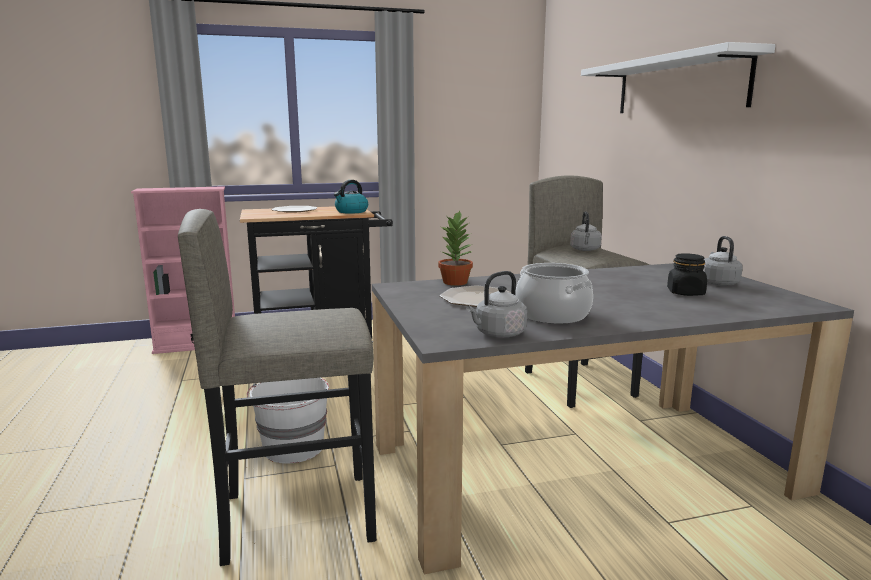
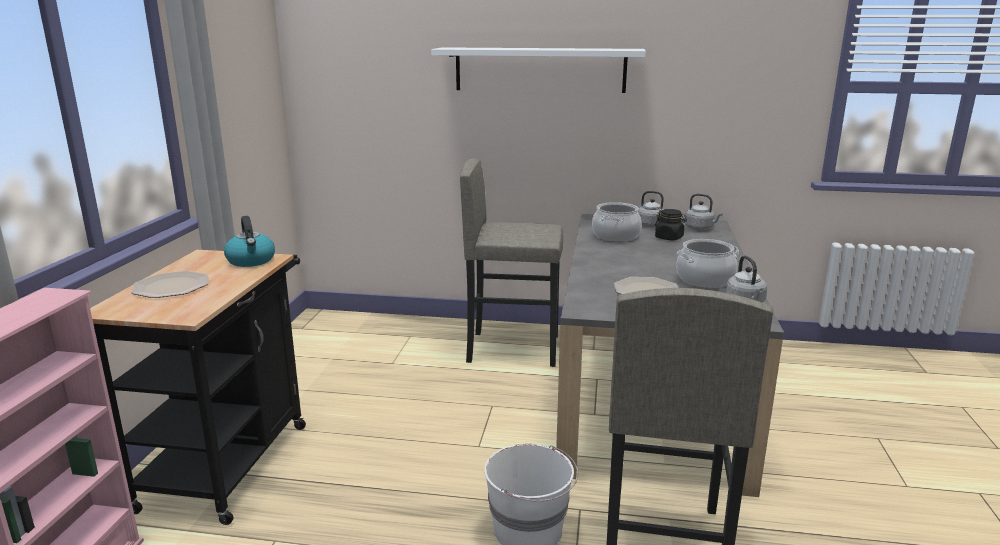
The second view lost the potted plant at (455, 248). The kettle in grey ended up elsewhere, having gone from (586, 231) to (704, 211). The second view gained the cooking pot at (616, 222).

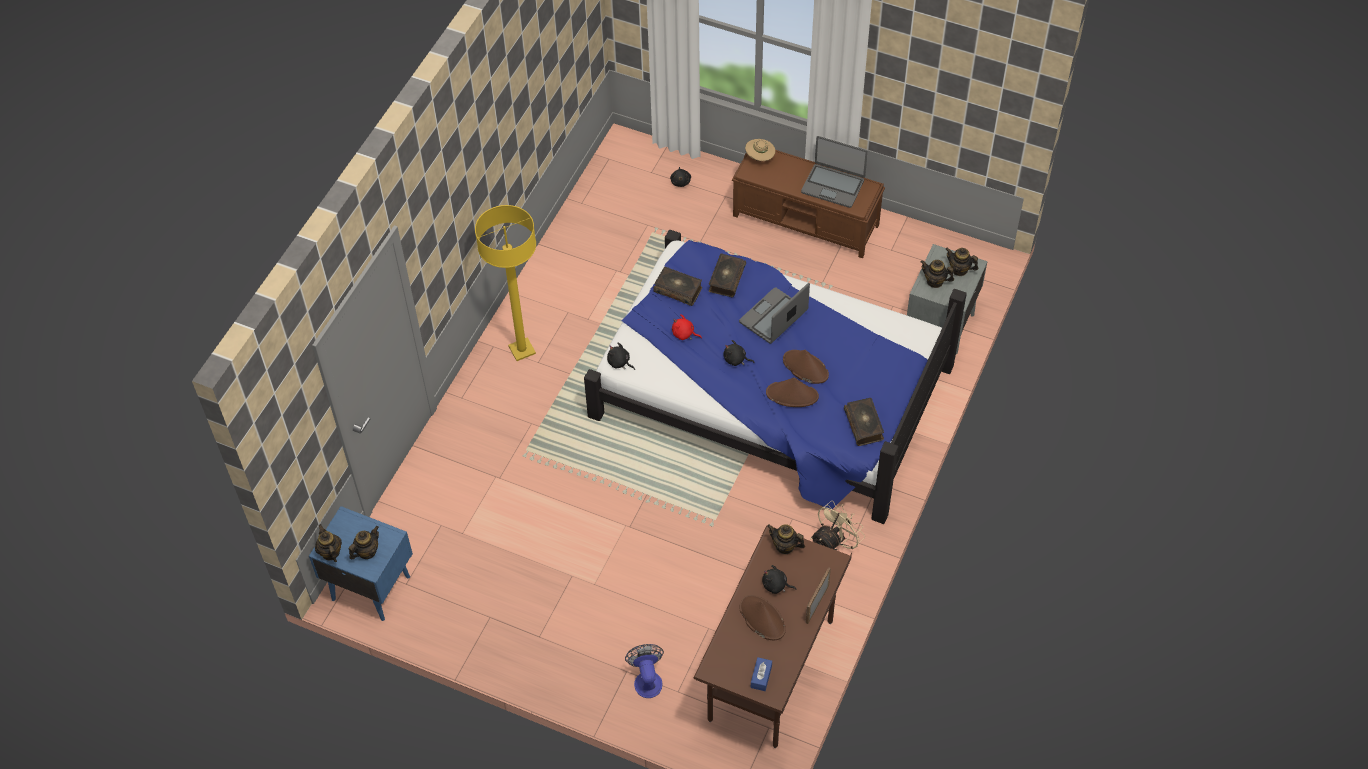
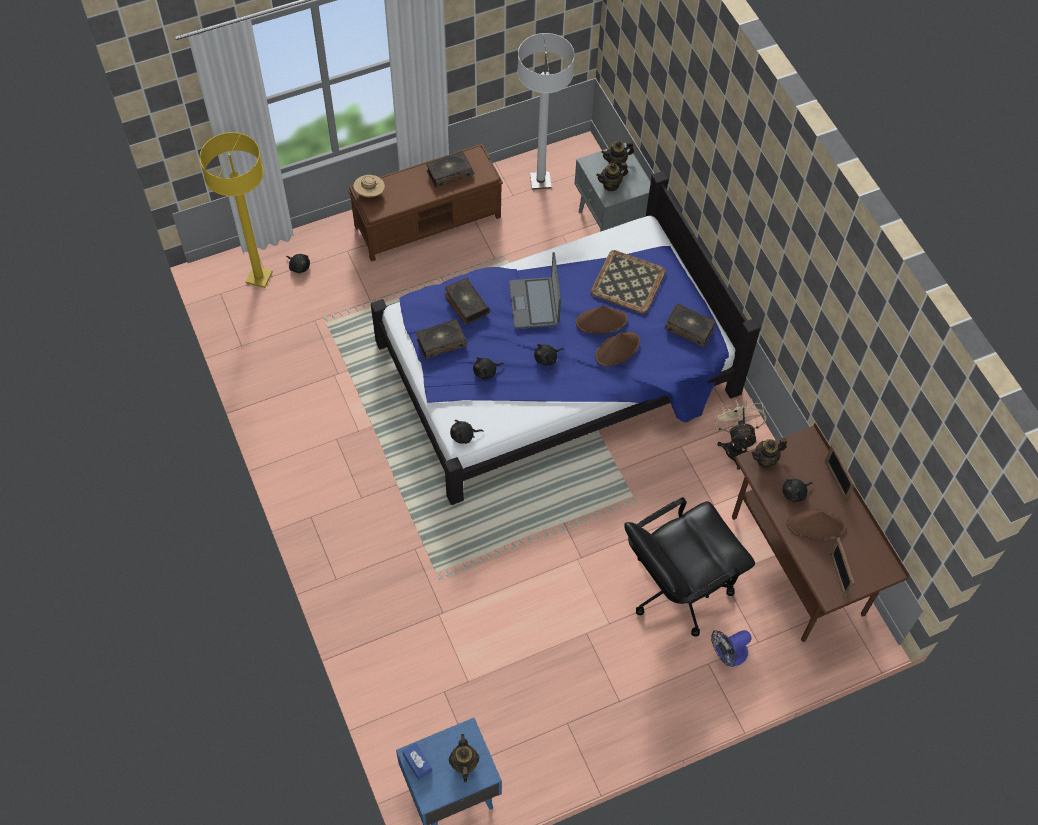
Where the laptop stood at (834, 172), the book came to stand at (449, 169). The floor lamp in yellow ended up elsewhere, having gone from (505, 283) to (236, 210). What was the plush toy in red at (687, 327) turned into the plush toy in black at (488, 368). The second view lost the teapot at (328, 543). The fan at (644, 671) ended up facing another way, 60 degrees counterclockwise from before. The tissue box in blue ended up elsewhere, having gone from (761, 674) to (417, 761). The second view gained the floor lamp in white at (546, 111). The second view gained the tray at (628, 282). The second view gained the office chair in black at (689, 567). The second view gained the picture frame at (842, 567).

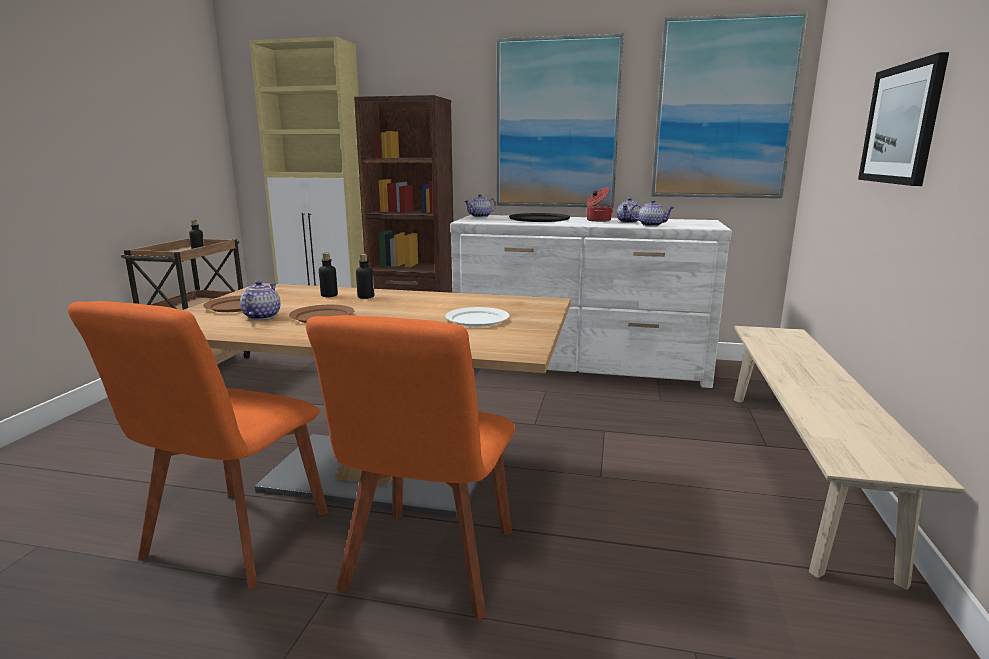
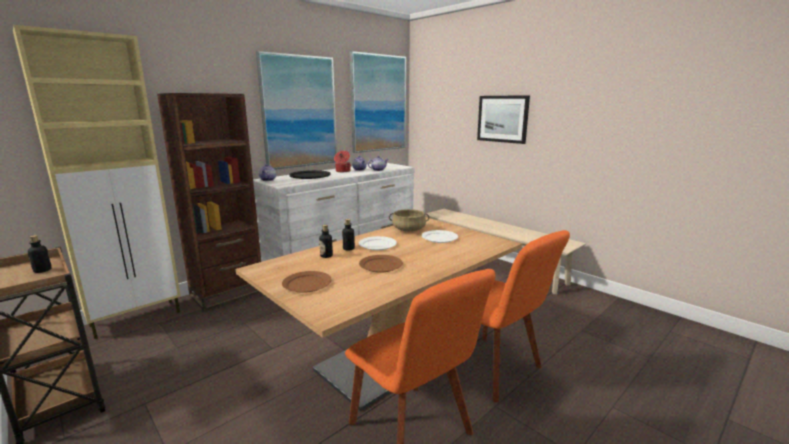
The second view lost the teapot at (260, 300). The second view gained the cooking pot in beige at (409, 220). The second view gained the plate in white at (378, 243).

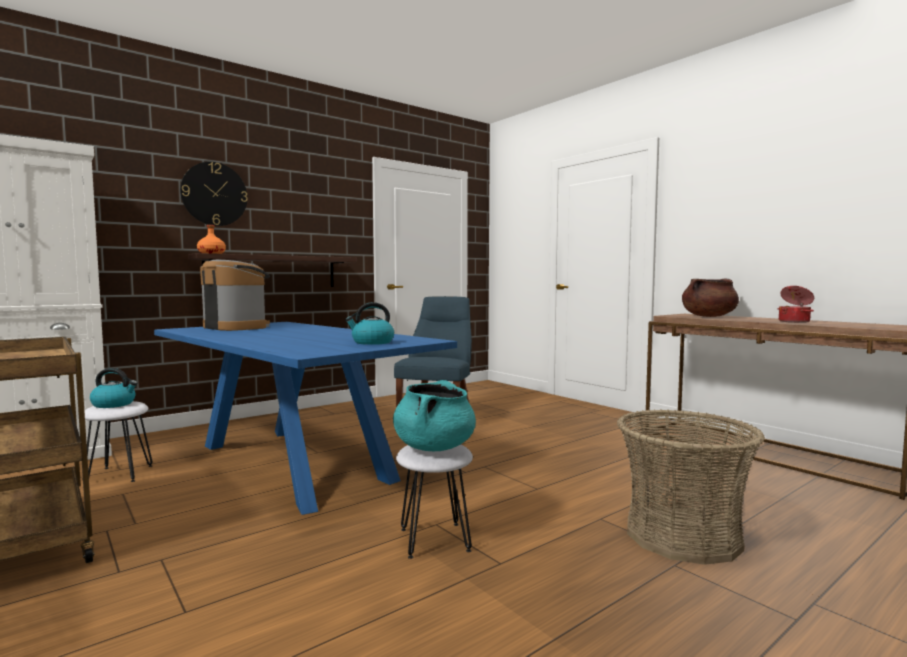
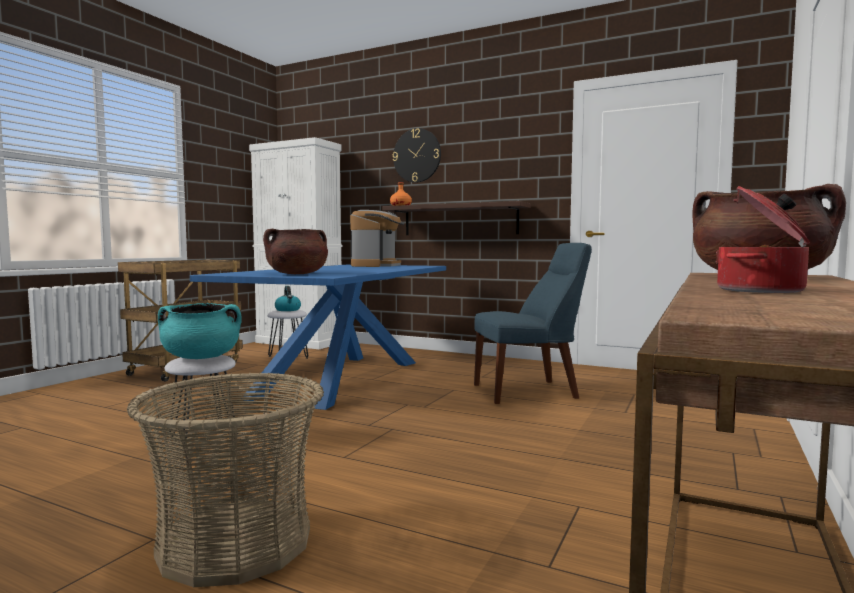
Where the kettle stood at (369, 323), the cooking pot in brown came to stand at (295, 251).

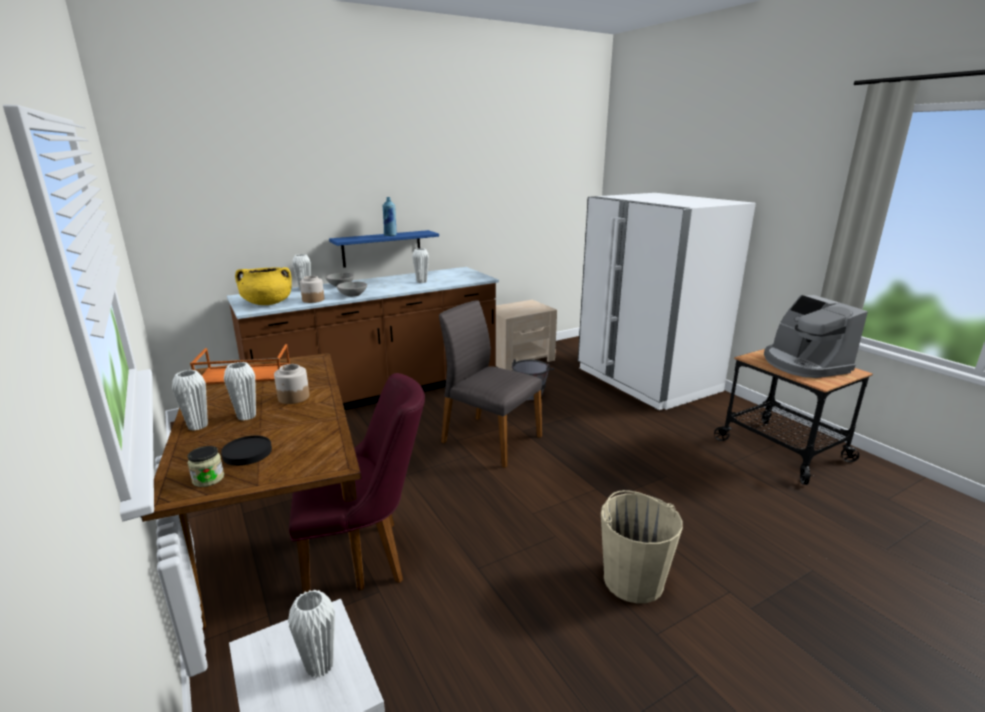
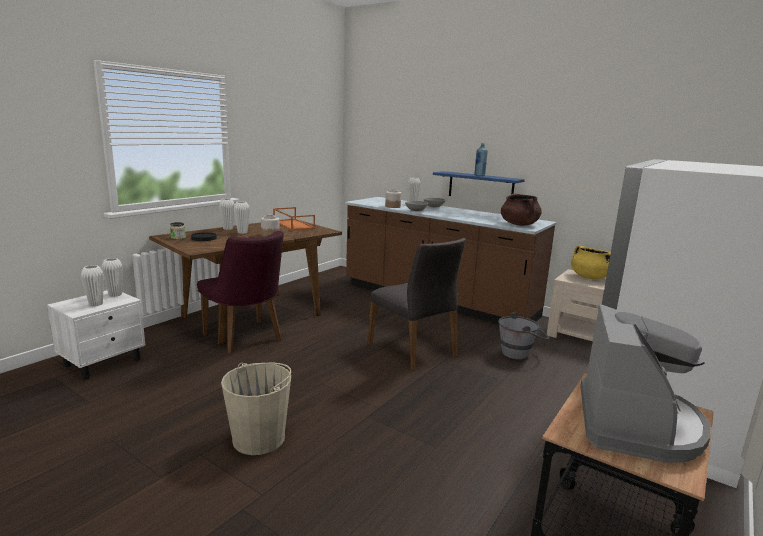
The vase in white ended up elsewhere, having gone from (420, 265) to (112, 277). The cooking pot in yellow ended up elsewhere, having gone from (263, 286) to (591, 262). The coffee machine at (816, 336) ended up facing another way, 150 degrees clockwise from before. The chair in grey at (490, 384) ended up facing another way, 135 degrees clockwise from before. The second view gained the cooking pot in brown at (521, 210).

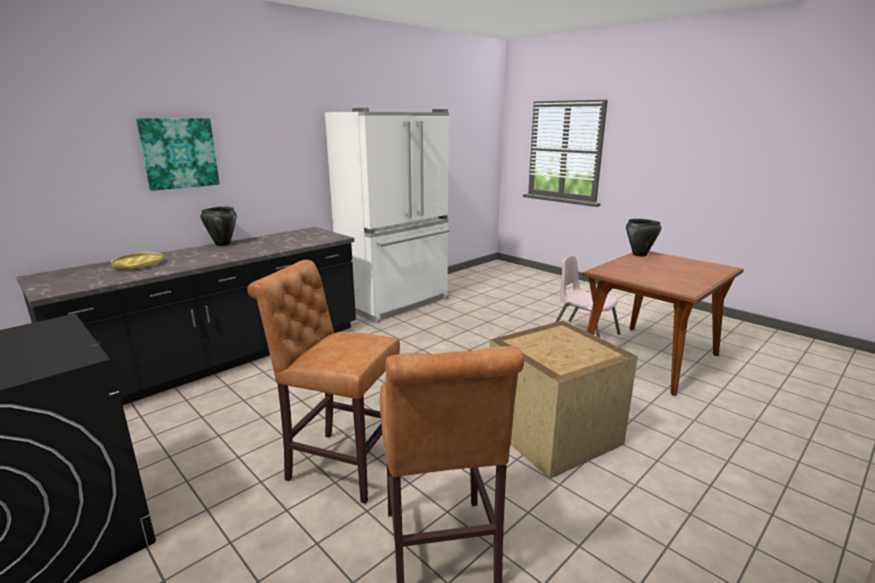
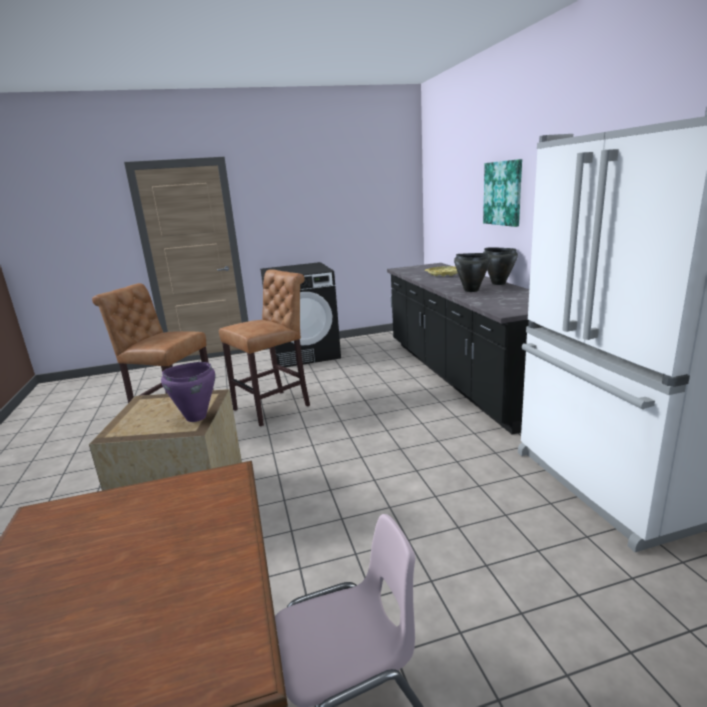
The cooking pot in black ended up elsewhere, having gone from (644, 237) to (472, 272). The second view gained the cooking pot in purple at (188, 392).

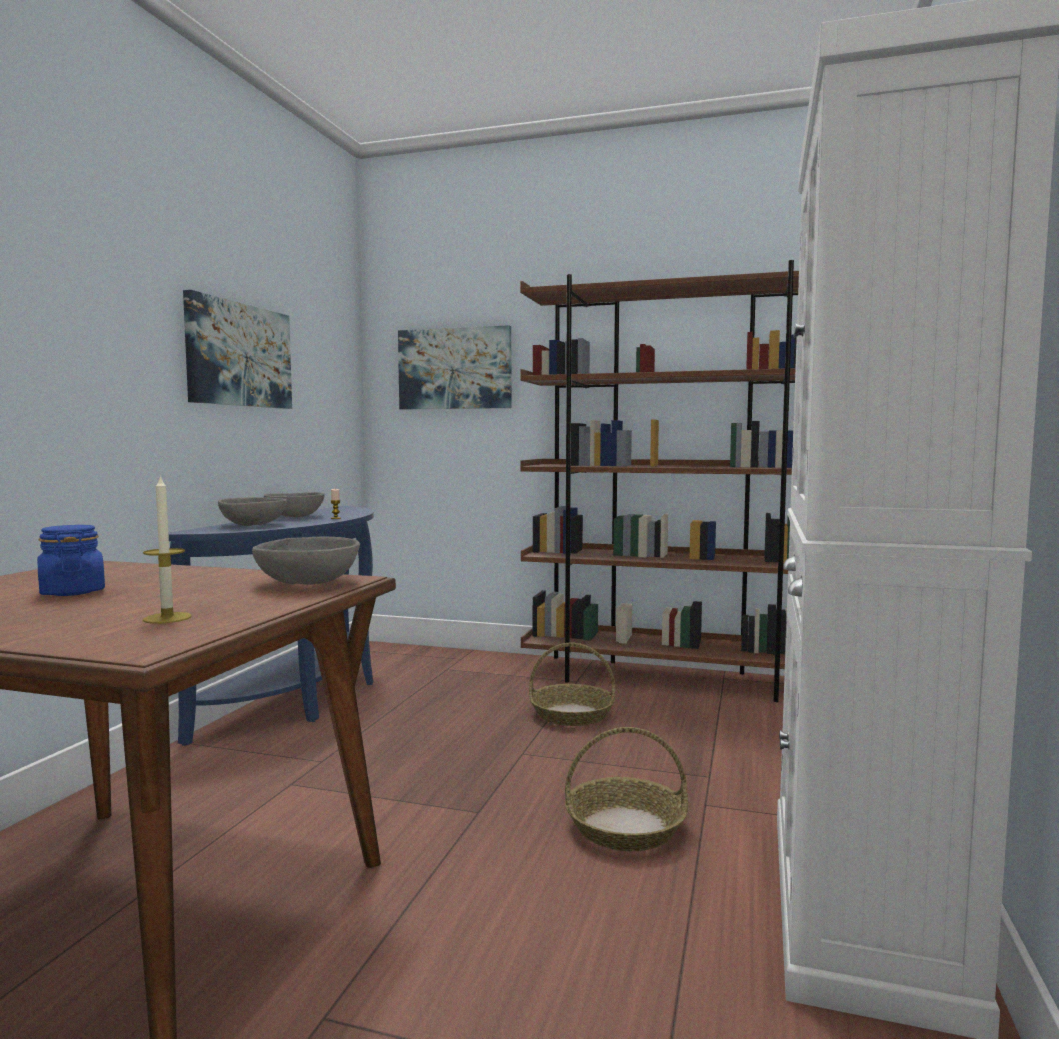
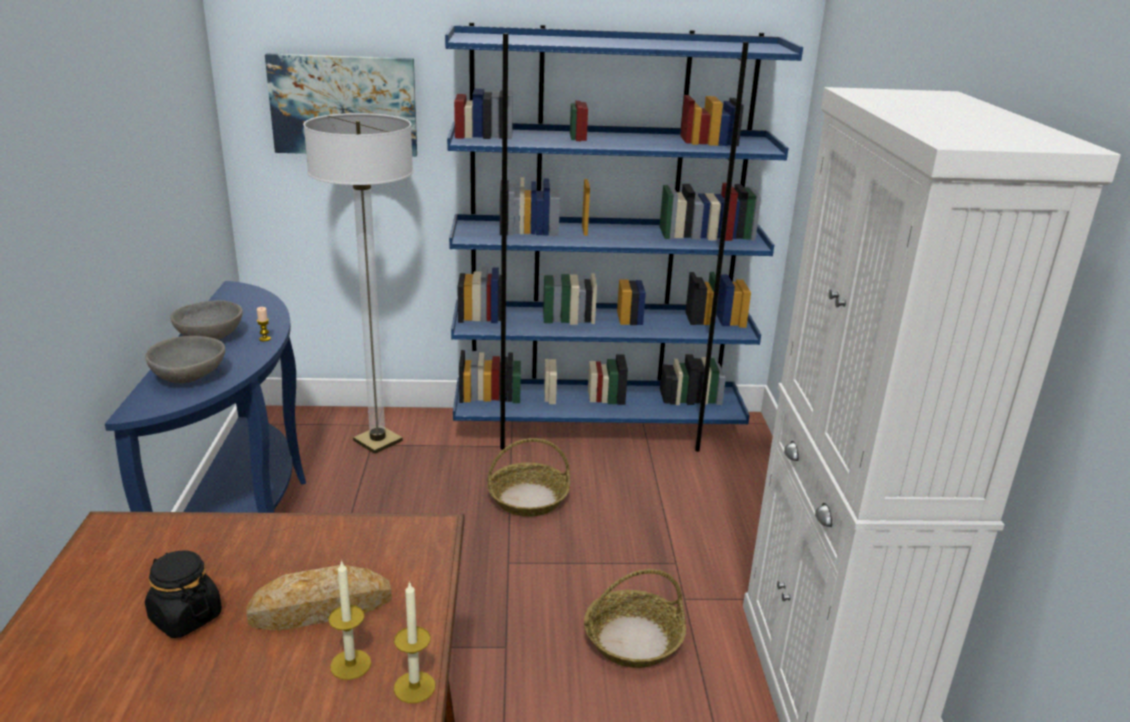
What was the bookcase in brown at (659, 481) turned into the bookcase in blue at (624, 237). The second view lost the picture at (237, 349). What was the jar in blue at (71, 560) turned into the jar in black at (183, 594). The second view lost the bowl in grey at (306, 561). The second view gained the floor lamp at (358, 283). The second view gained the bread at (319, 598). The second view gained the candle at (414, 642).

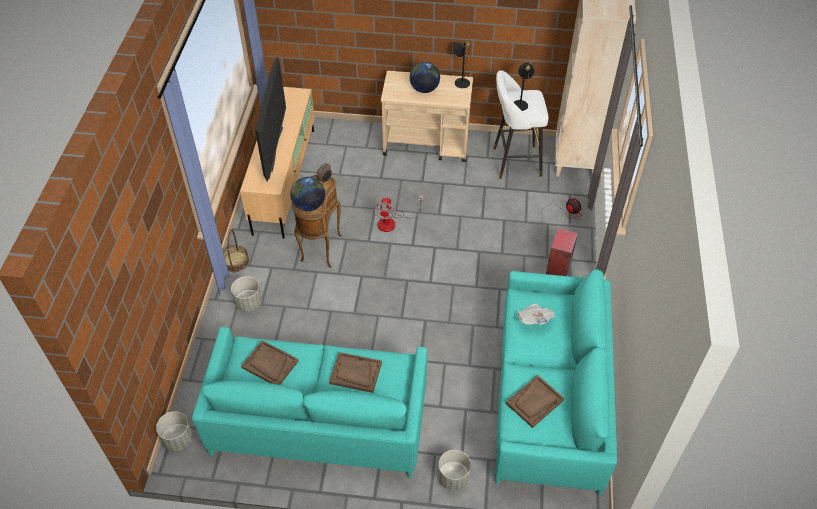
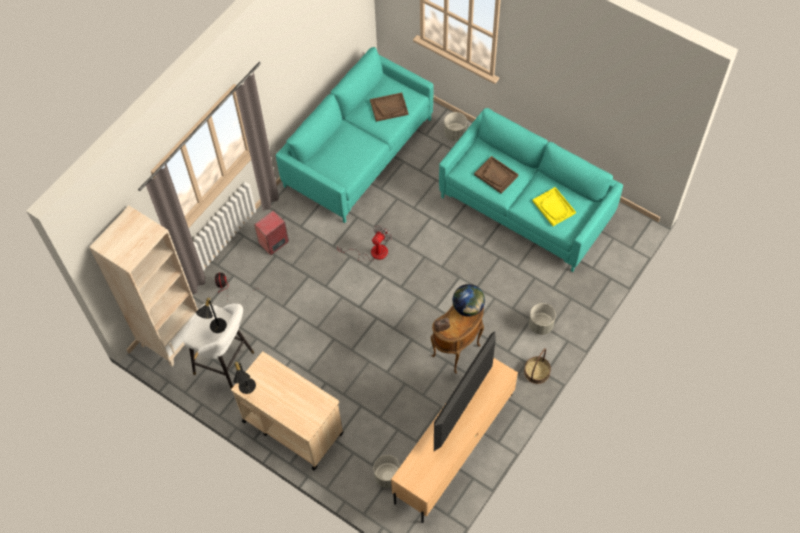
The second view lost the globe at (425, 77). The fan ended up elsewhere, having gone from (398, 213) to (364, 243). The second view lost the newspaper at (536, 314). What was the tray in brown at (270, 362) turned into the tray in yellow at (554, 206). The planter in grey ended up elsewhere, having gone from (174, 431) to (387, 471).

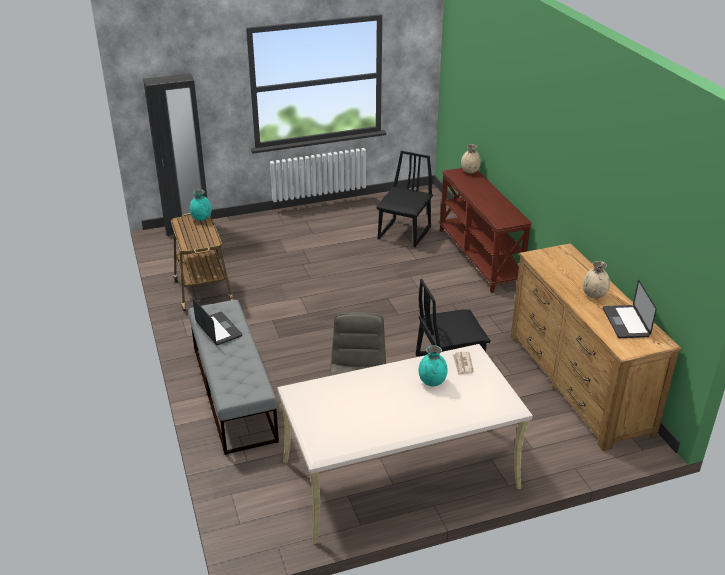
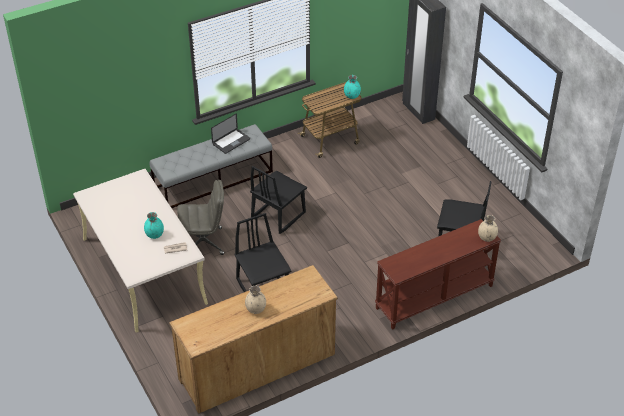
The second view lost the laptop at (630, 309). The second view gained the chair in black at (278, 200).

